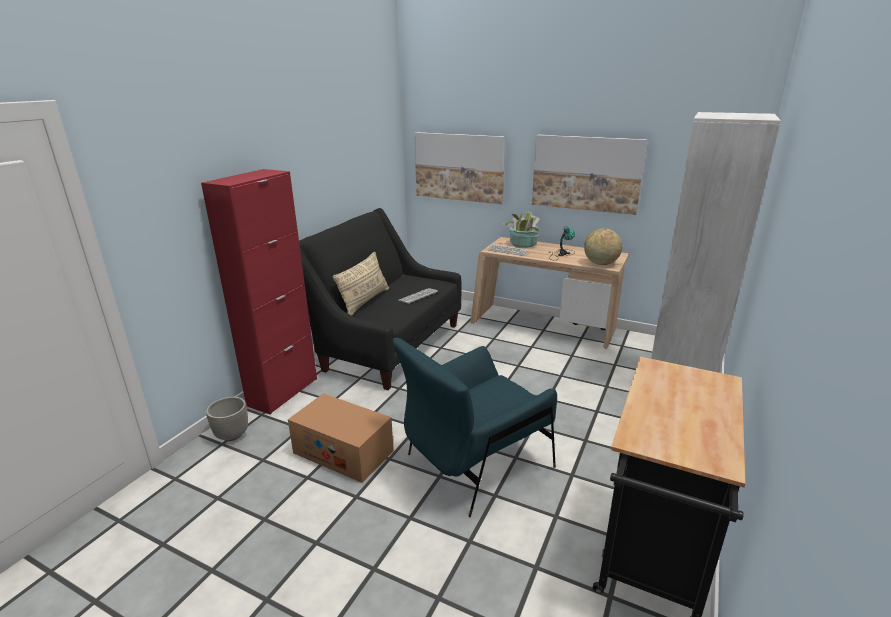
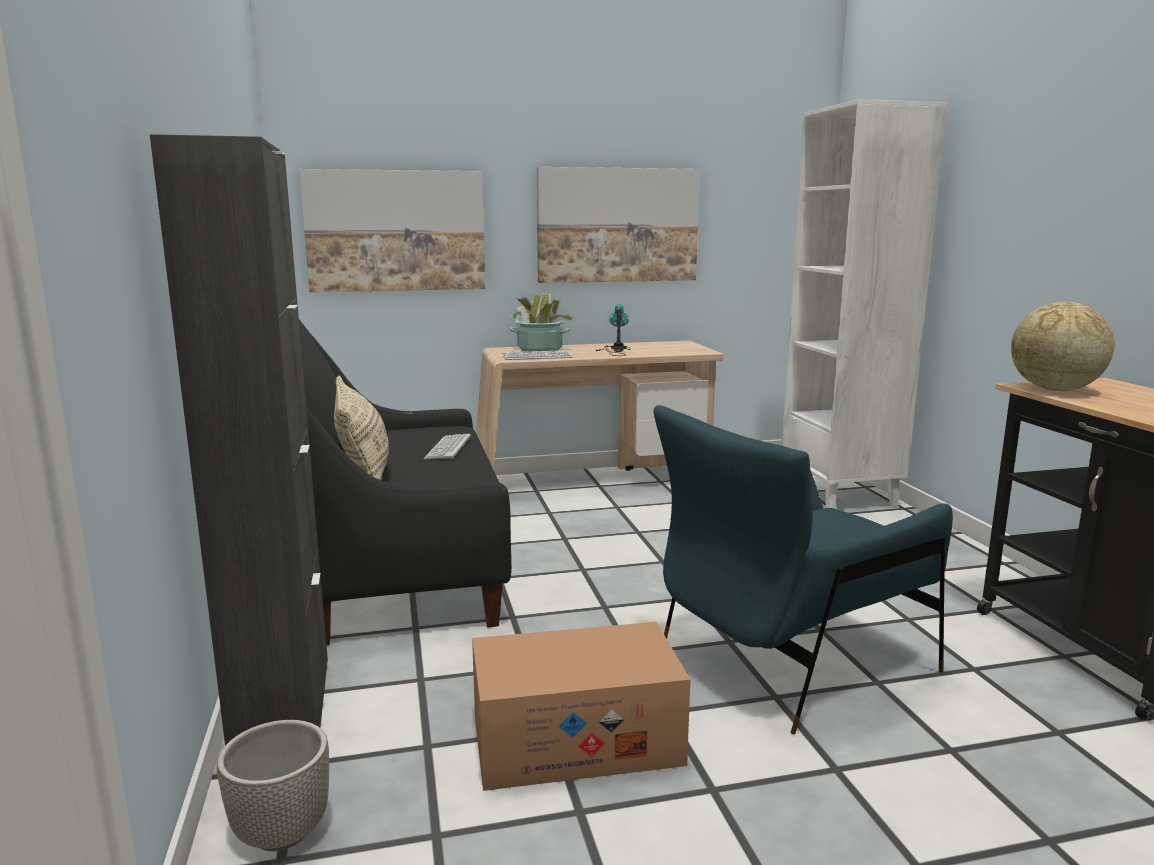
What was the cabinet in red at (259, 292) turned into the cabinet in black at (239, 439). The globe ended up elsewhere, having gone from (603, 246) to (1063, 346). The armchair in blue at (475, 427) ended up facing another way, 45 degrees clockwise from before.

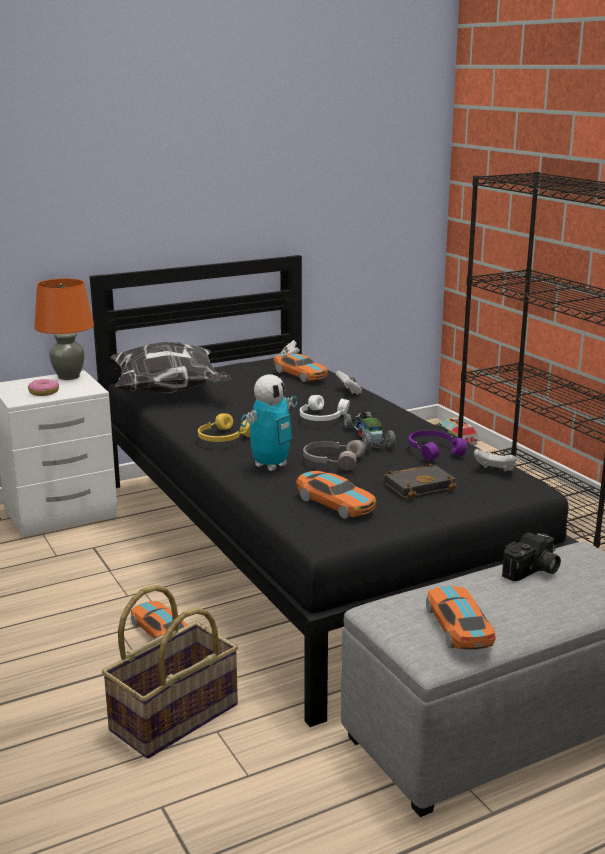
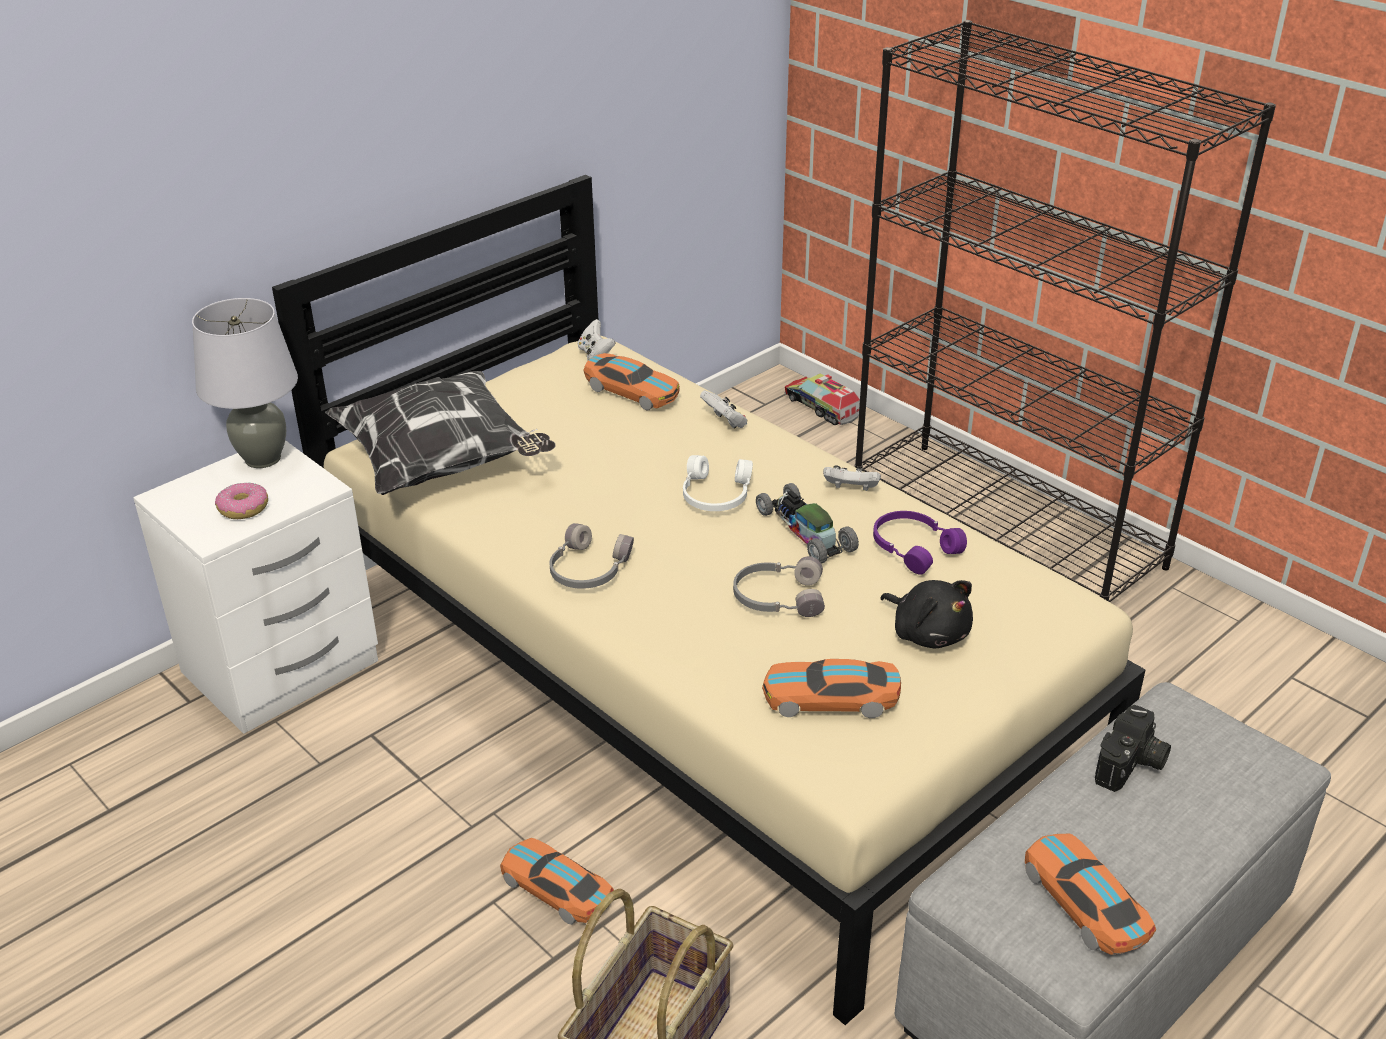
What was the bed in black at (334, 491) turned into the bed in beige at (709, 600). What was the table lamp in orange at (64, 329) turned into the table lamp in grey at (245, 383). The second view lost the toy robot at (269, 422). What was the headphones in yellow at (224, 427) turned into the headphones in grey at (591, 556). The game controller in white ended up elsewhere, having gone from (495, 460) to (852, 478). Where the book in black stood at (420, 481), the plush toy in black came to stand at (926, 614). The toy car at (336, 495) ended up facing another way, 150 degrees clockwise from before.

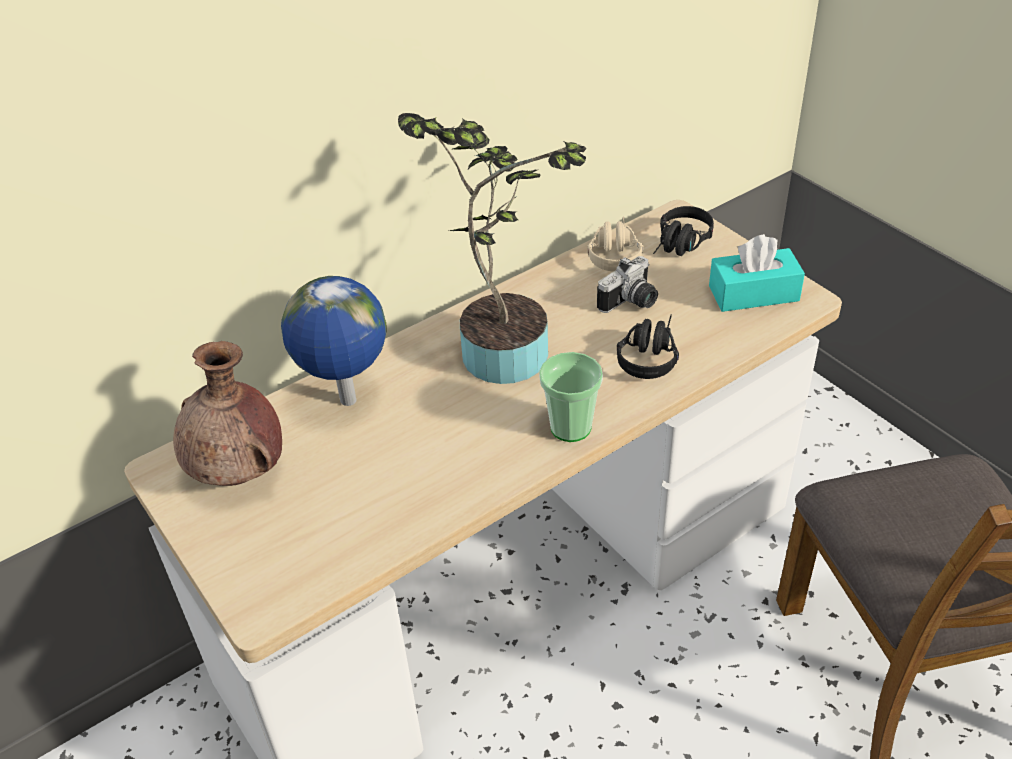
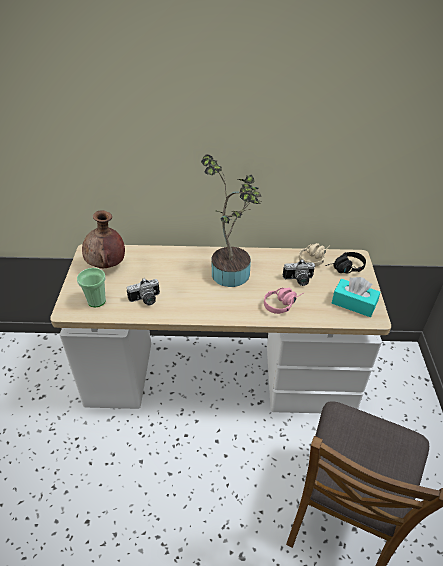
The second view lost the globe at (334, 341). What was the headphones in black at (648, 347) turned into the headphones in pink at (284, 301). The cup ended up elsewhere, having gone from (571, 397) to (91, 287). The second view gained the photo camera at (143, 291).

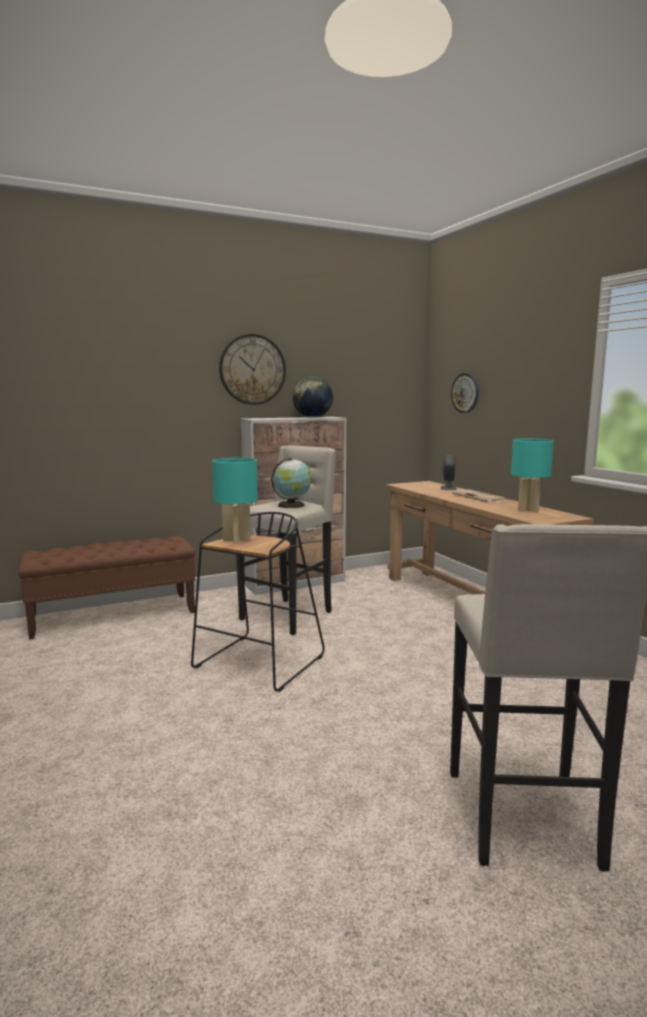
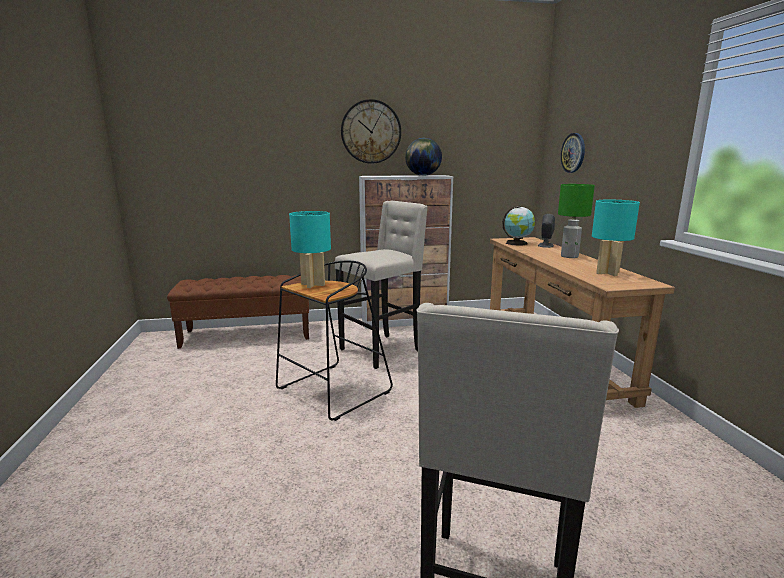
The globe ended up elsewhere, having gone from (291, 483) to (518, 226). Where the newspaper stood at (481, 496), the table lamp in green came to stand at (576, 221).

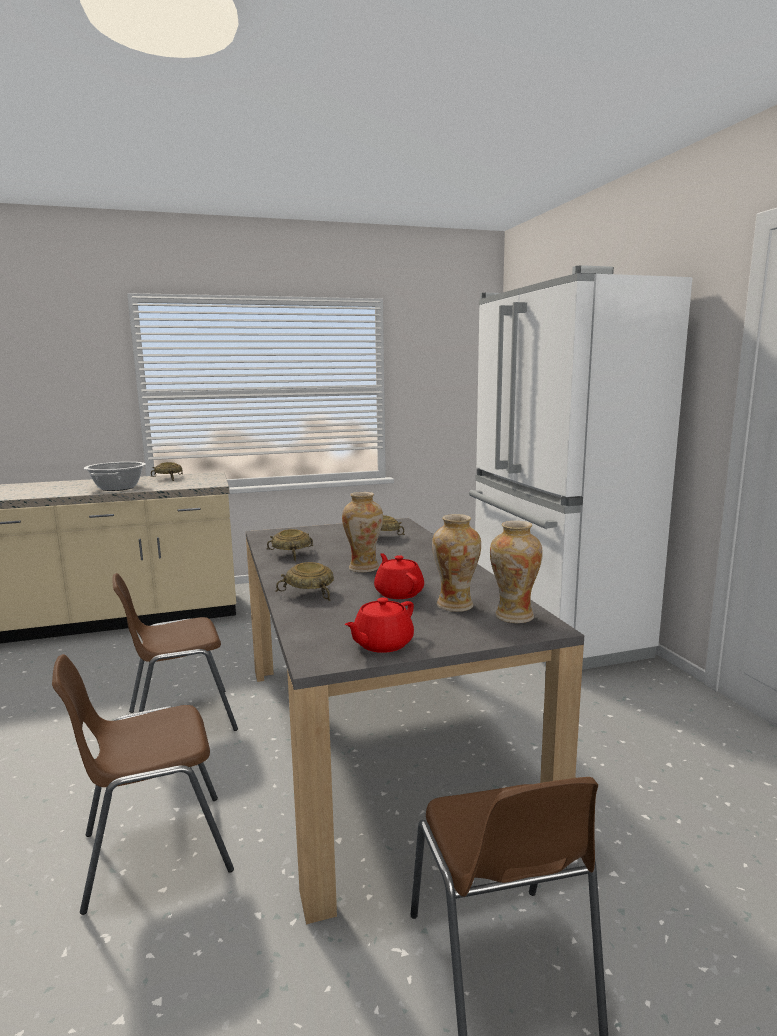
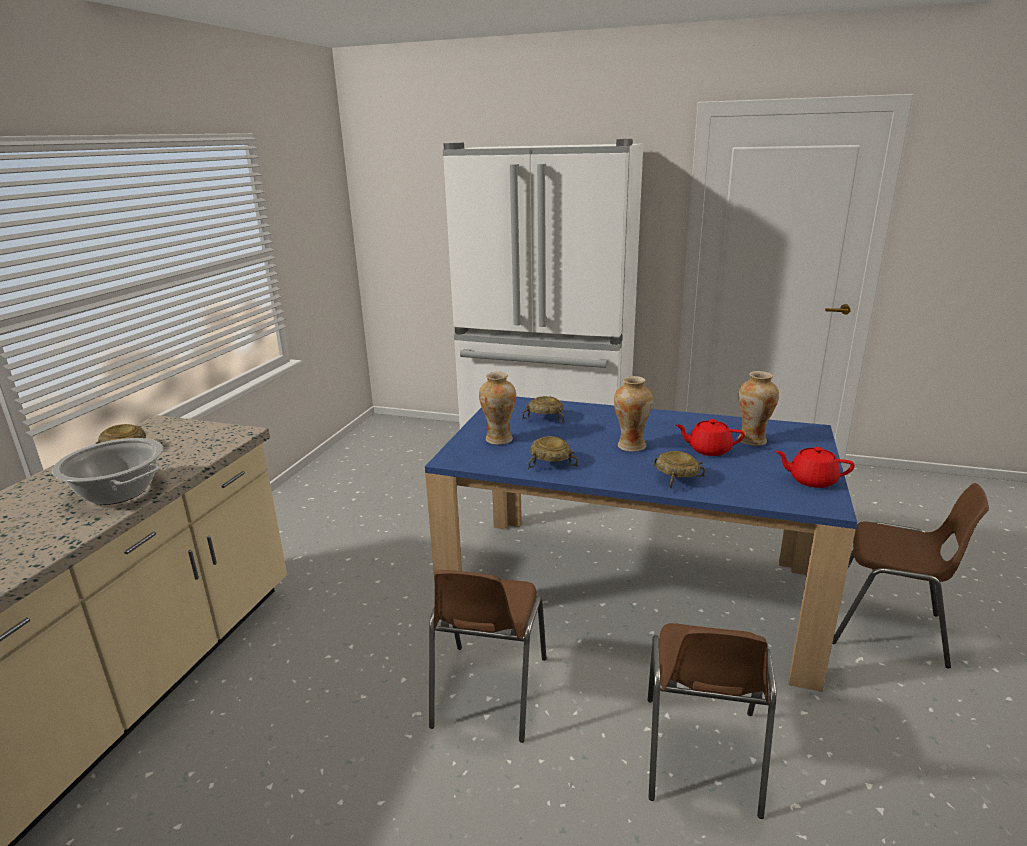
What was the dining table in grey at (415, 721) turned into the dining table in blue at (641, 544). The vase ended up elsewhere, having gone from (516, 572) to (497, 408). The teapot in red at (379, 625) ended up facing another way, 120 degrees clockwise from before.

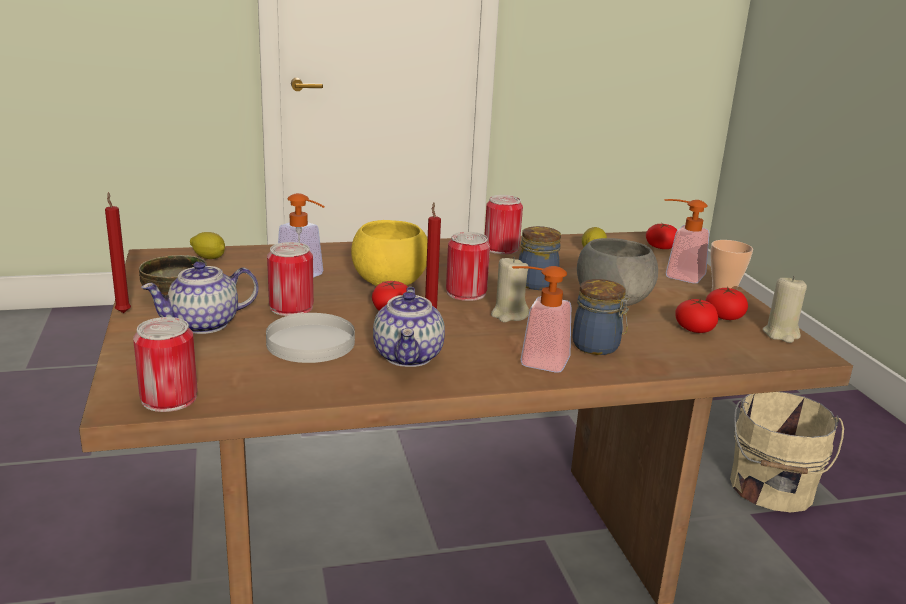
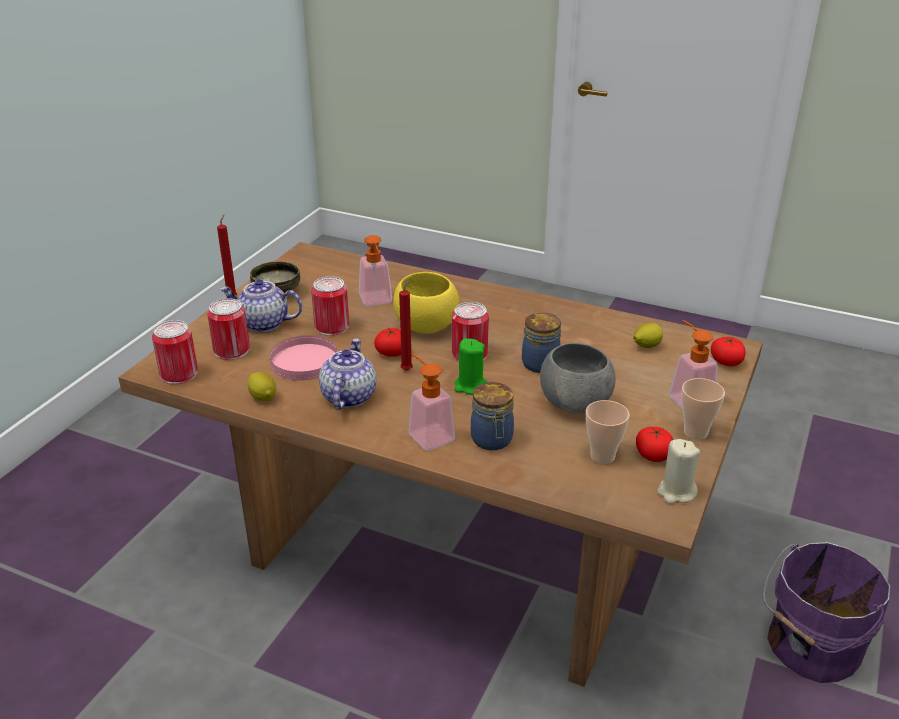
The can ended up elsewhere, having gone from (503, 224) to (228, 329). The lemon ended up elsewhere, having gone from (207, 245) to (262, 386). What was the candle in beige at (510, 289) turned into the candle in green at (471, 366). The teapot at (409, 327) ended up facing another way, 150 degrees clockwise from before. Where the tomato stood at (696, 316), the cup came to stand at (608, 432). What was the plate in white at (310, 338) turned into the plate in pink at (304, 358). What was the bucket in beige at (787, 452) turned into the bucket in purple at (827, 612).

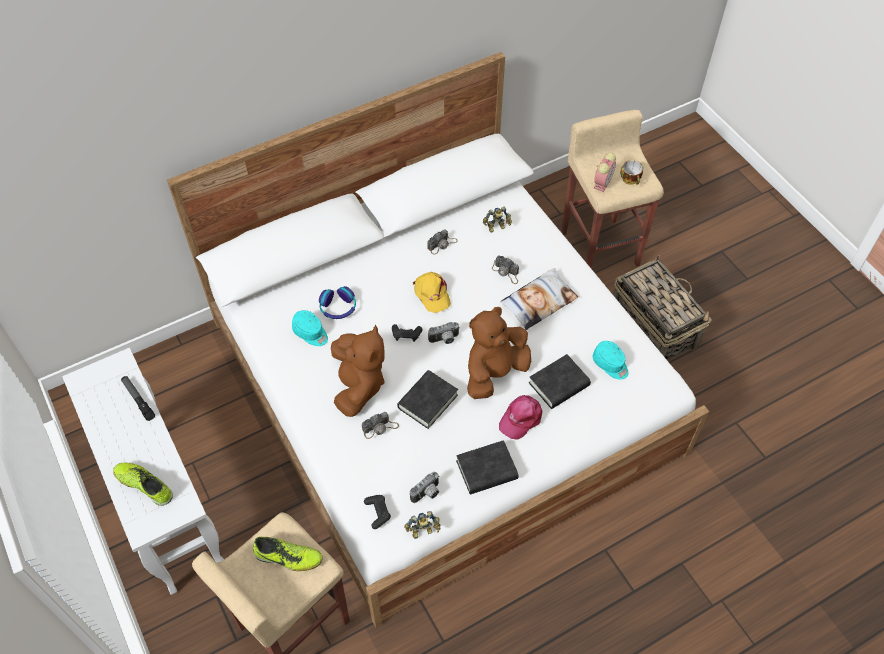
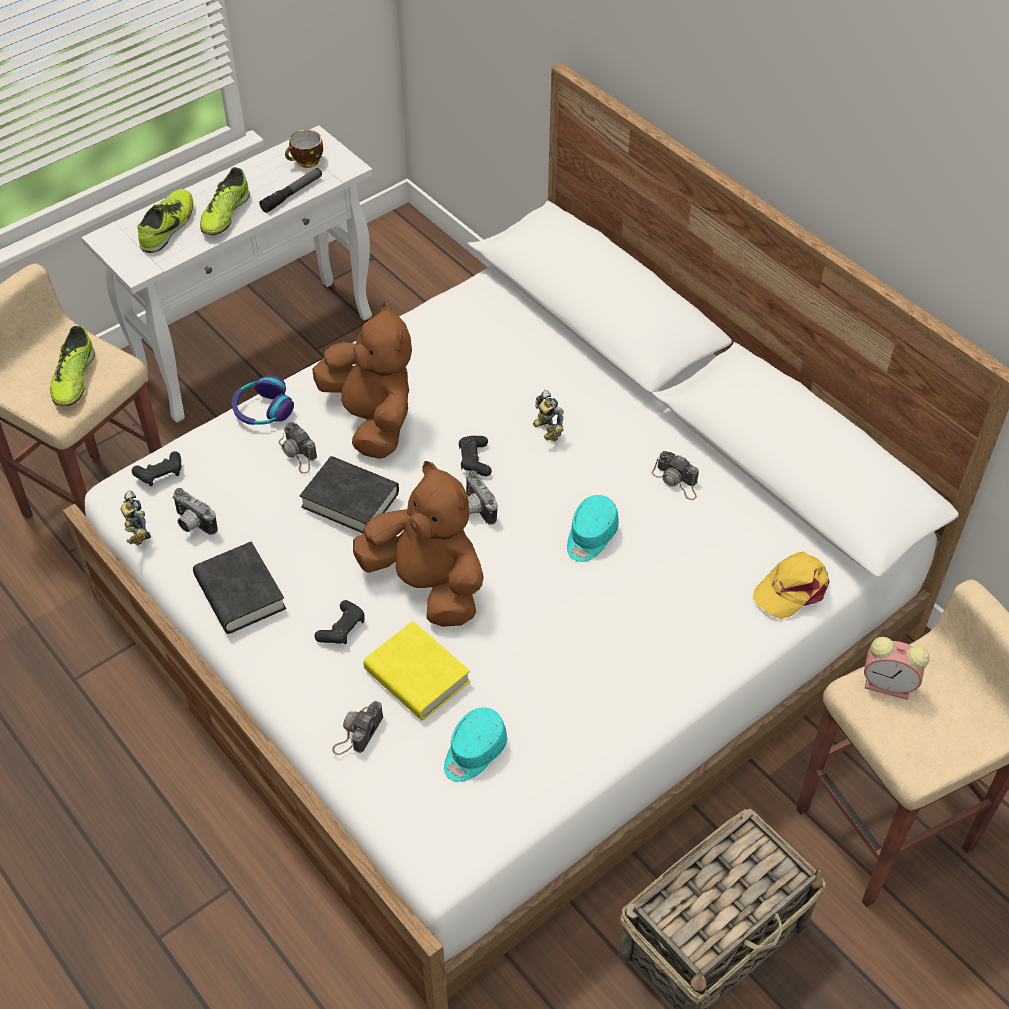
The cup ended up elsewhere, having gone from (631, 172) to (304, 149). The toy robot ended up elsewhere, having gone from (497, 219) to (548, 416). The photo camera ended up elsewhere, having gone from (505, 270) to (357, 728). The second view lost the pillow at (539, 299). The cap in yellow ended up elsewhere, having gone from (432, 292) to (791, 585). The headphones ended up elsewhere, having gone from (337, 302) to (263, 400). The cap in turquoise ended up elsewhere, having gone from (310, 328) to (593, 528). The plush toy in brown at (357, 371) ended up facing another way, 105 degrees counterclockwise from before. What was the book in black at (560, 381) turned into the book in yellow at (416, 670). Where the cap in pink stood at (520, 417), the game controller in black came to stand at (339, 622). The second view gained the shoe at (225, 201).

